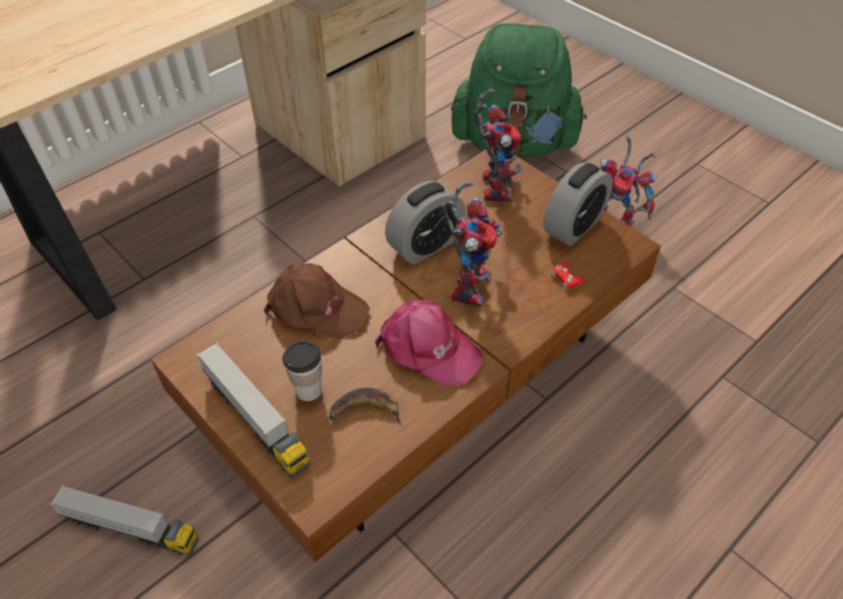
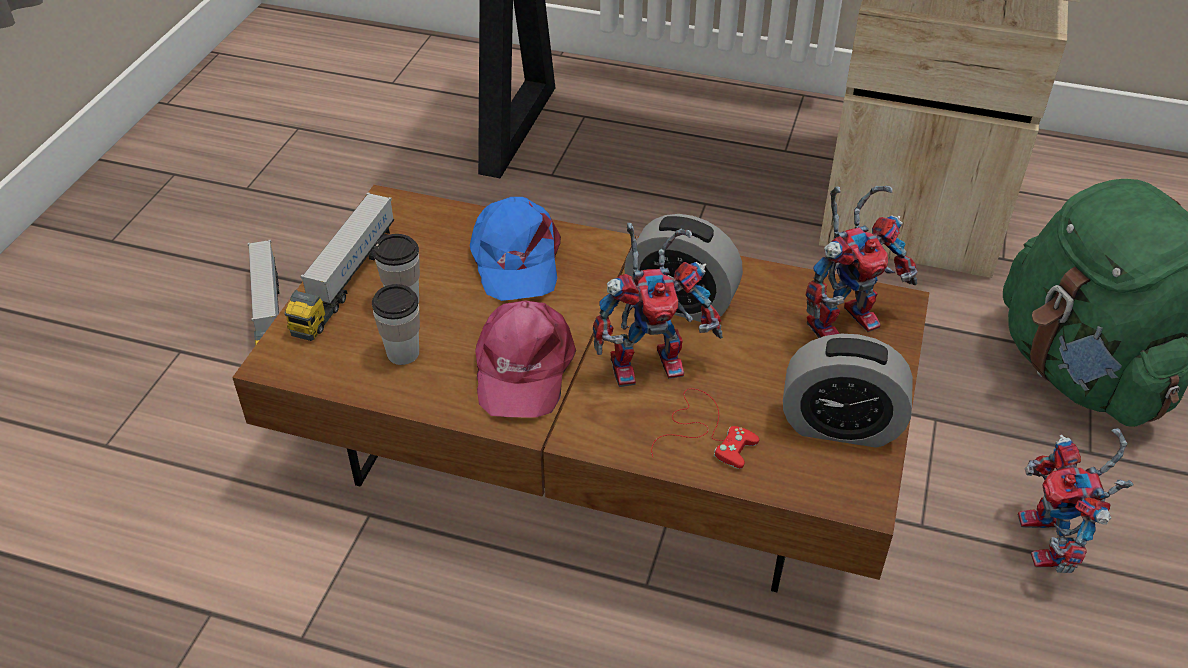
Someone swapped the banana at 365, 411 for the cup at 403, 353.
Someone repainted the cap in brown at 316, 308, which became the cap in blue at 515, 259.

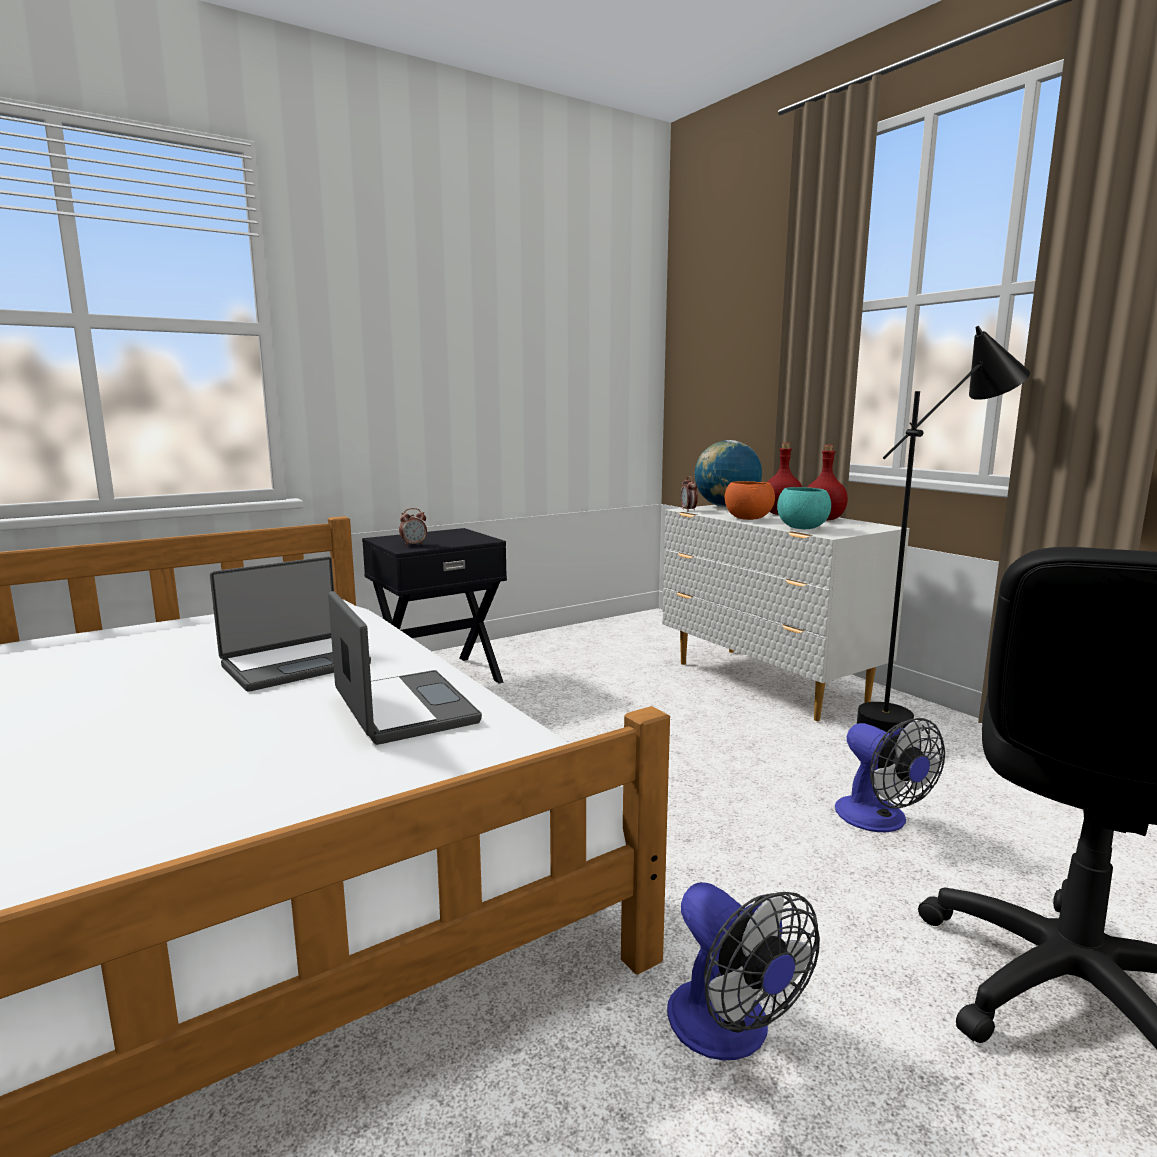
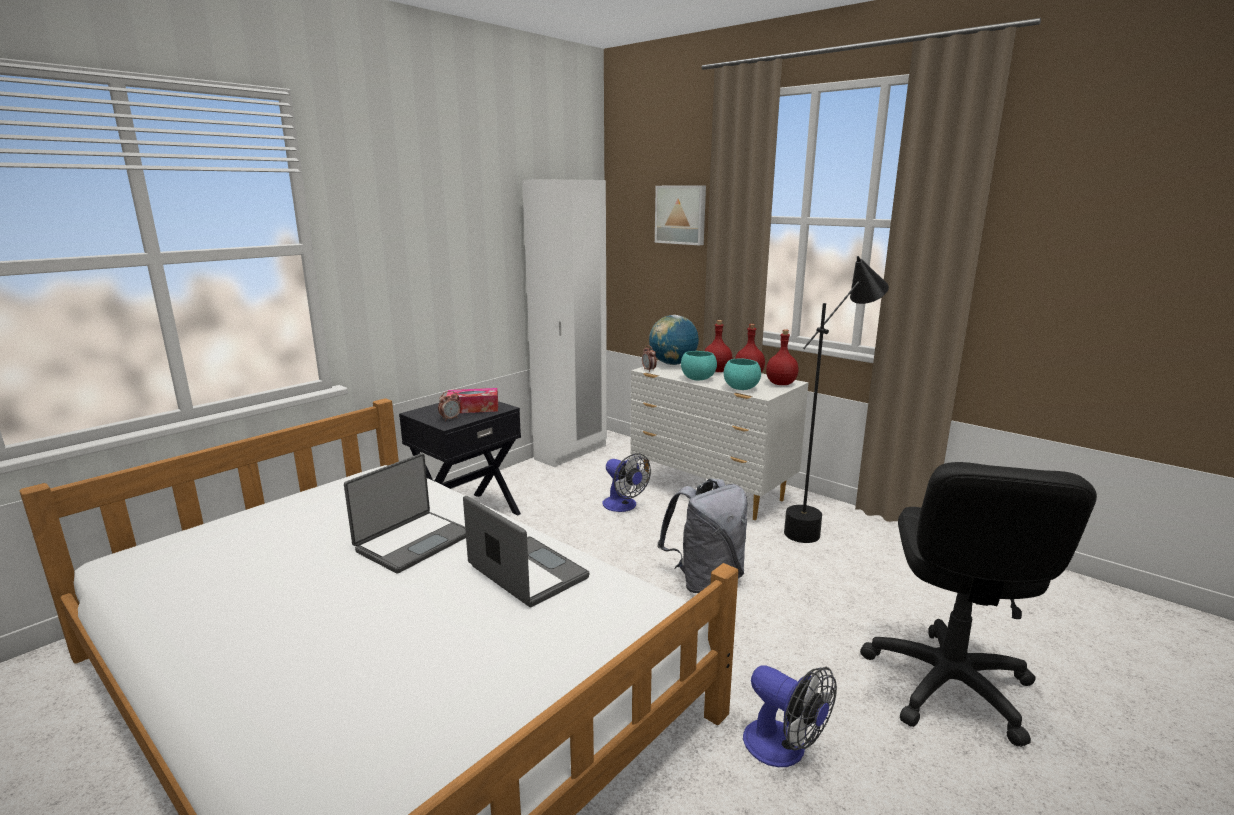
Someone put down the tissue box at 473, 408.
Someone put down the wardrobe in white at 571, 453.
Someone carried the fan from 880, 820 to 623, 506.
Someone put up the picture at 681, 214.
Someone put down the backpack in grey at 705, 579.
Someone repainted the bowl in orange at 748, 519, which became the bowl in turquoise at 697, 379.
Someone put down the bottle in red at 781, 384.

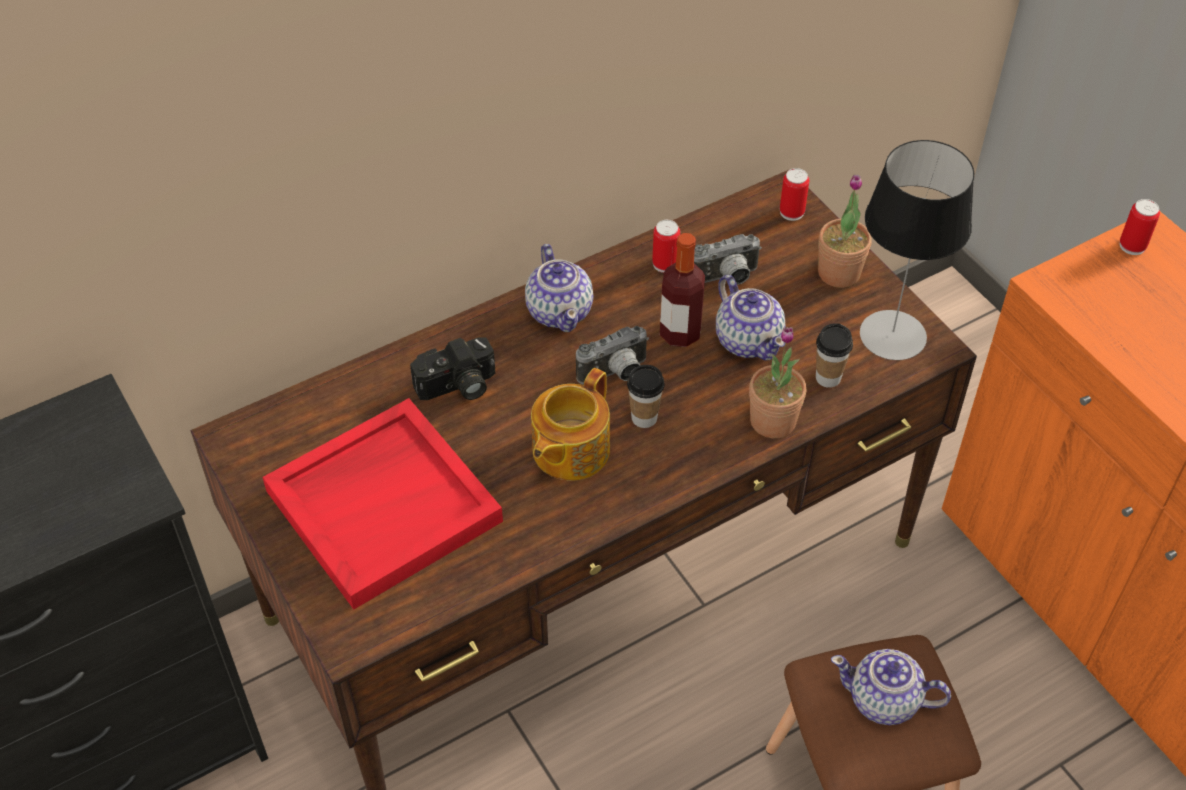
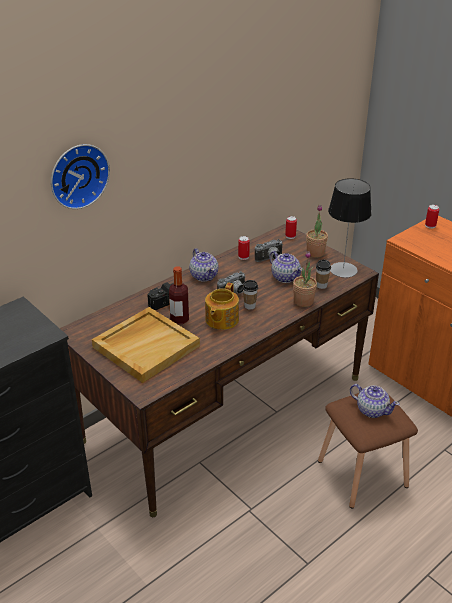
Someone put up the wall clock at 77, 175.
Someone repainted the tray in red at 384, 504, which became the tray in beige at 146, 346.
Someone carried the bottle from 680, 333 to 179, 319.
Someone rotated the teapot at 884, 701 by 150 degrees counterclockwise.

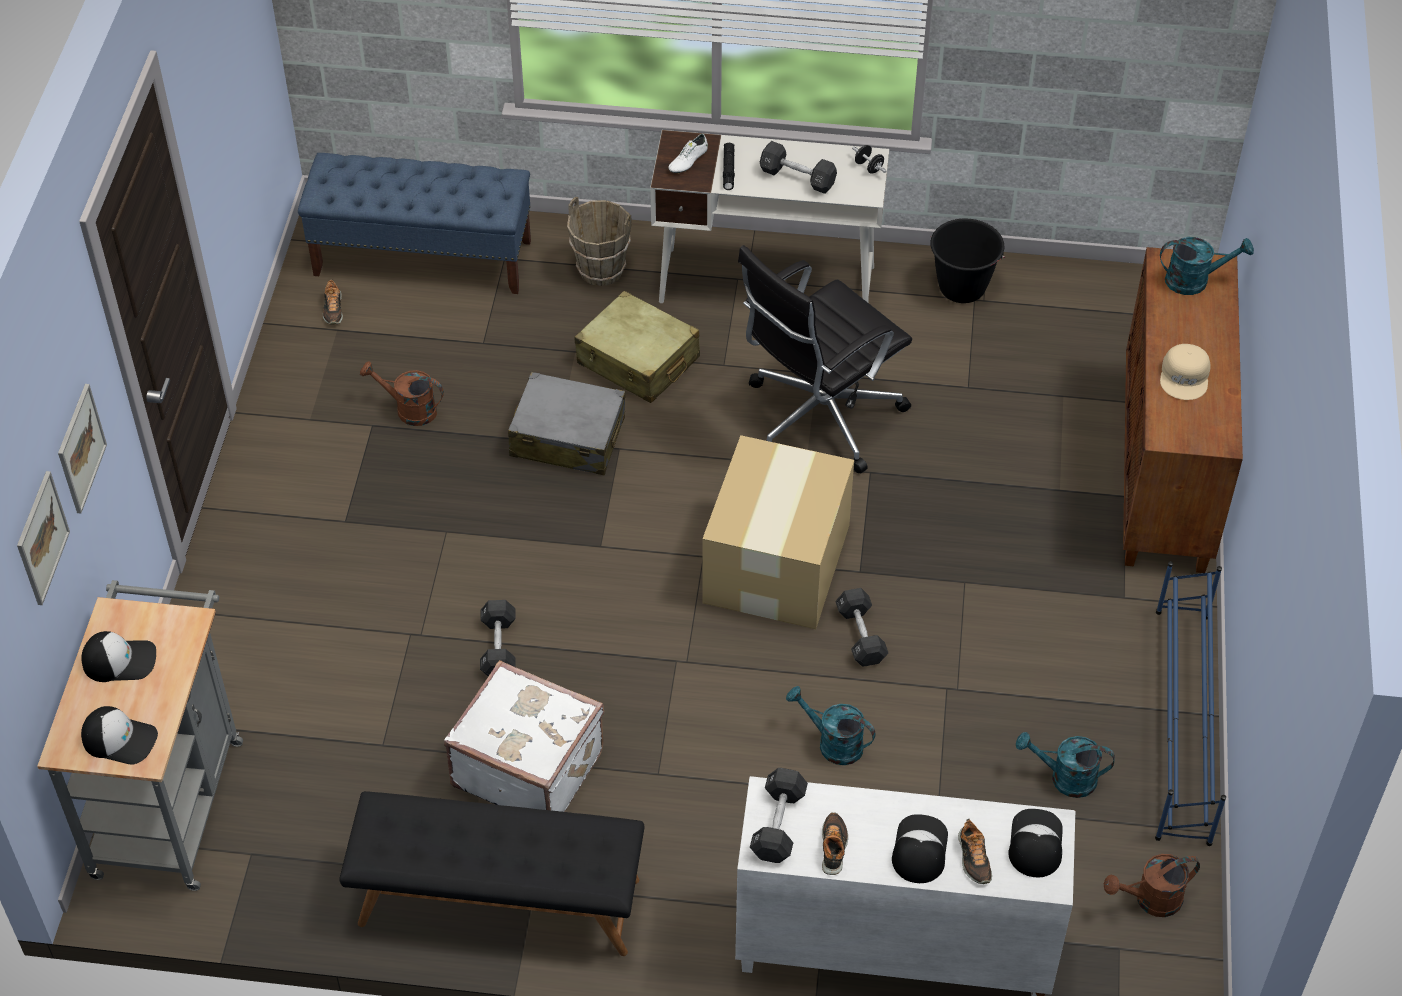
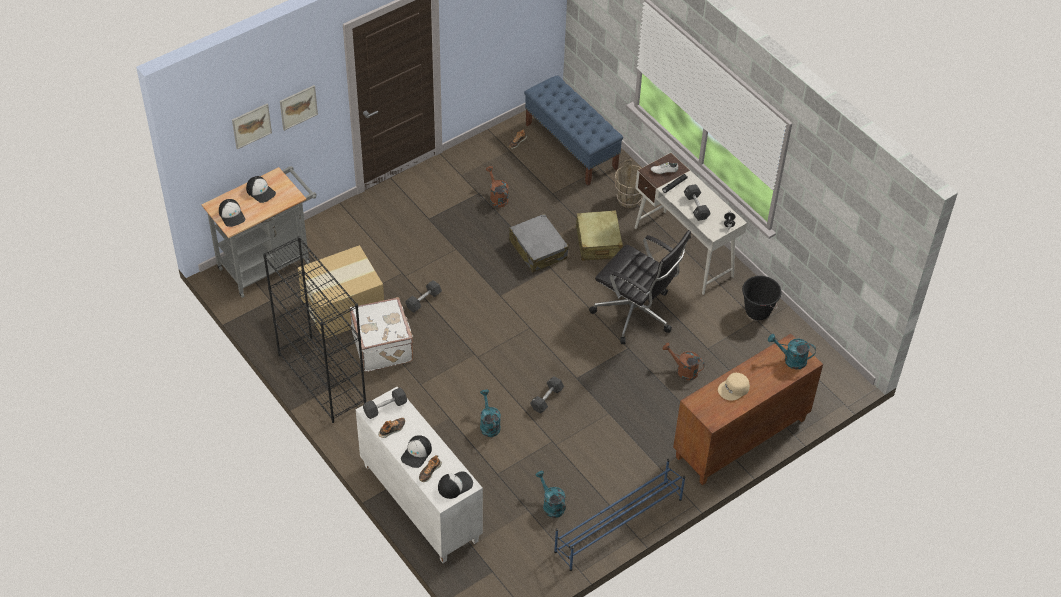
Someone swapped the bench in black at 498, 902 for the bookcase in black at 321, 379.
Someone carried the cardboard box from 778, 562 to 344, 308.
Someone rotated the cap at 919, 849 by 150 degrees clockwise.
Someone rotated the office chair in black at 818, 417 by 150 degrees counterclockwise.
Someone carried the watering can in brown from 1150, 900 to 683, 370.
Someone rotated the watering can in turquoise at 1195, 280 by 150 degrees clockwise.

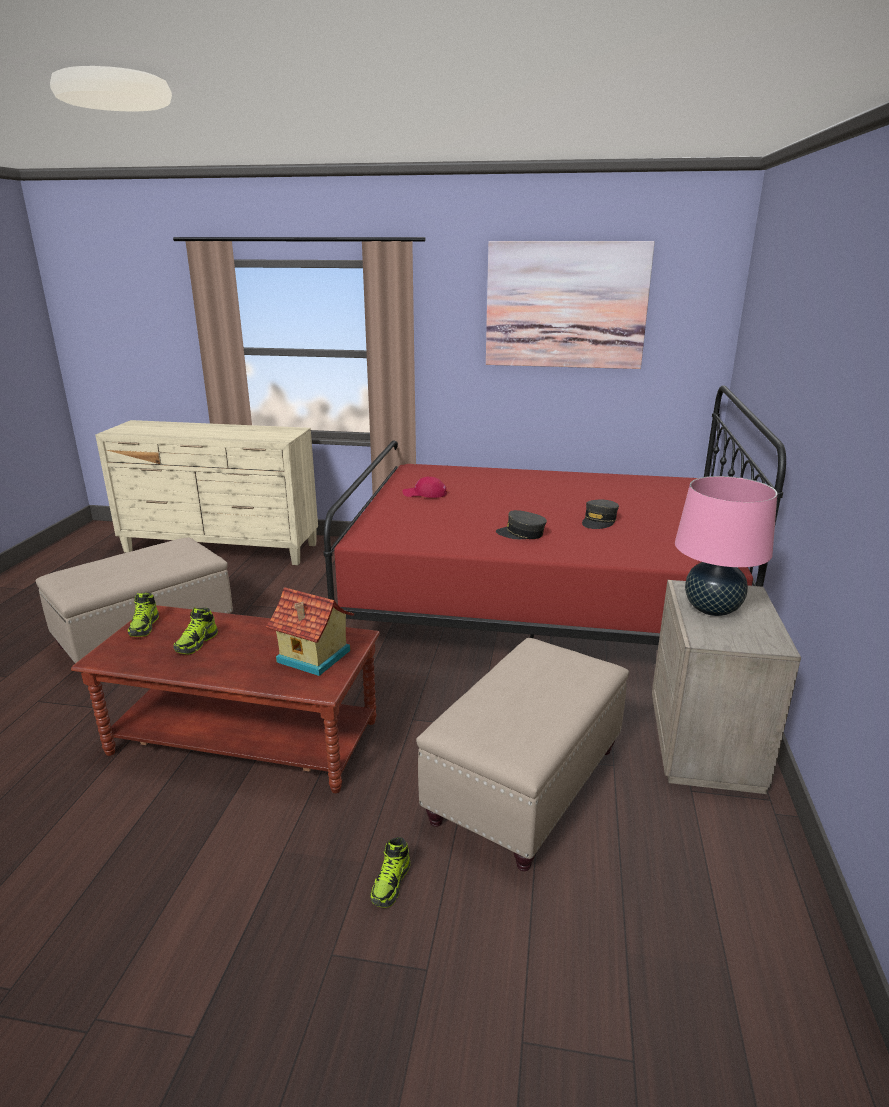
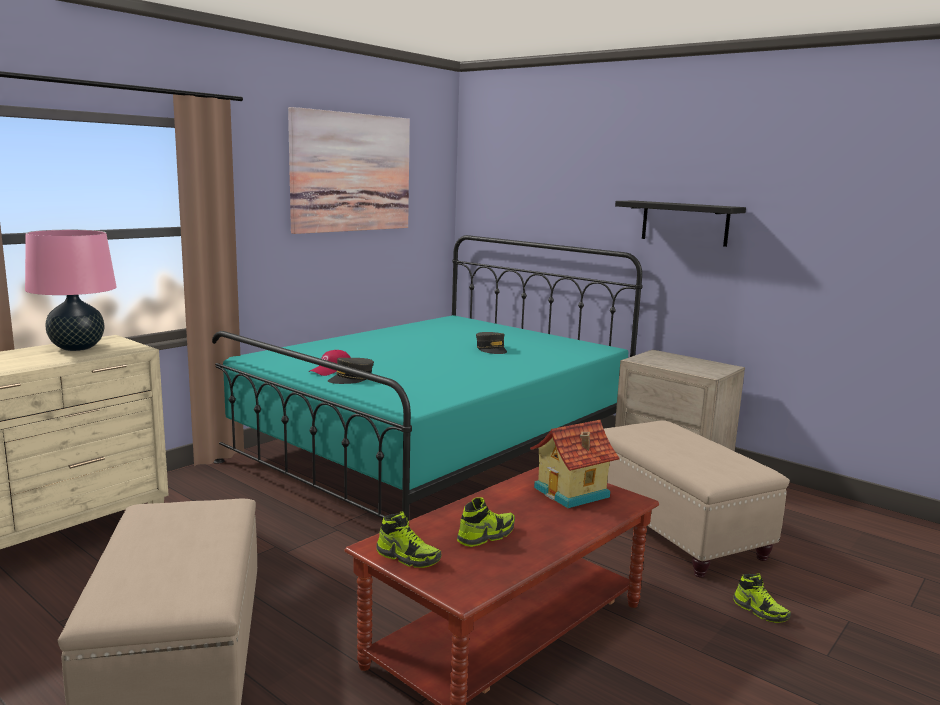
Someone carried the table lamp in pink from 712, 609 to 77, 348.
Someone repainted the bed in red at 535, 603, which became the bed in turquoise at 434, 450.
Someone carried the cap in grey from 521, 534 to 351, 379.
Someone rotated the shoe at 196, 643 by 90 degrees counterclockwise.
Someone put up the shelf in black at 684, 223.

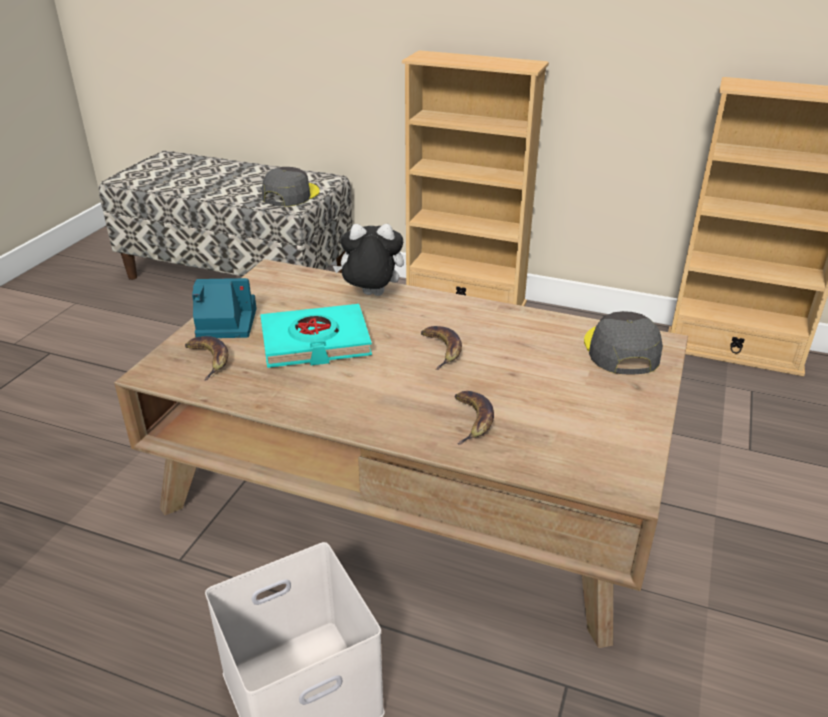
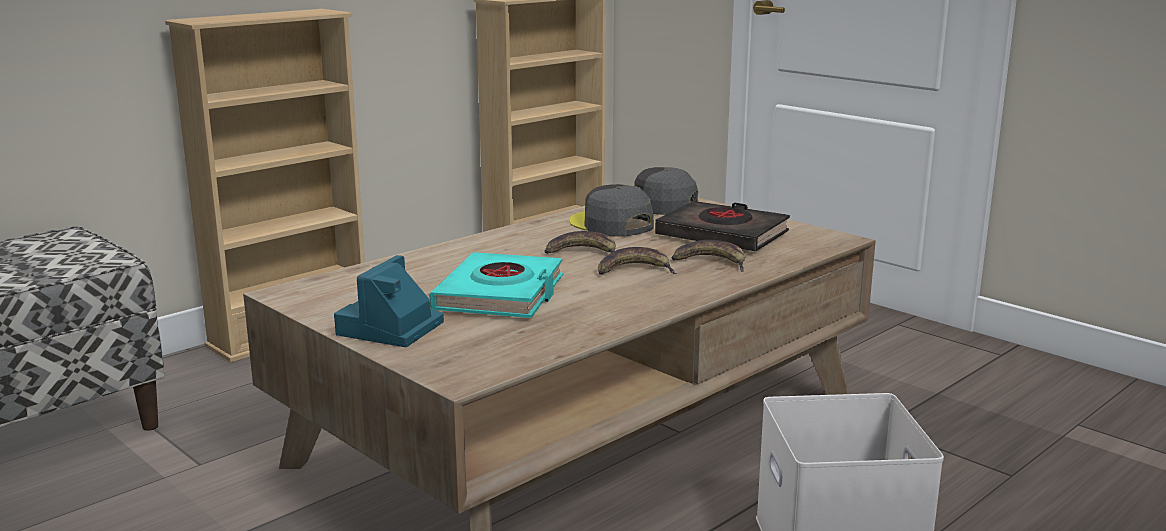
Someone carried the cap in grey from 290, 195 to 611, 224.
Someone carried the banana from 209, 359 to 634, 270.
Someone put down the book in black at 722, 235.
Someone took away the plush toy at 371, 296.

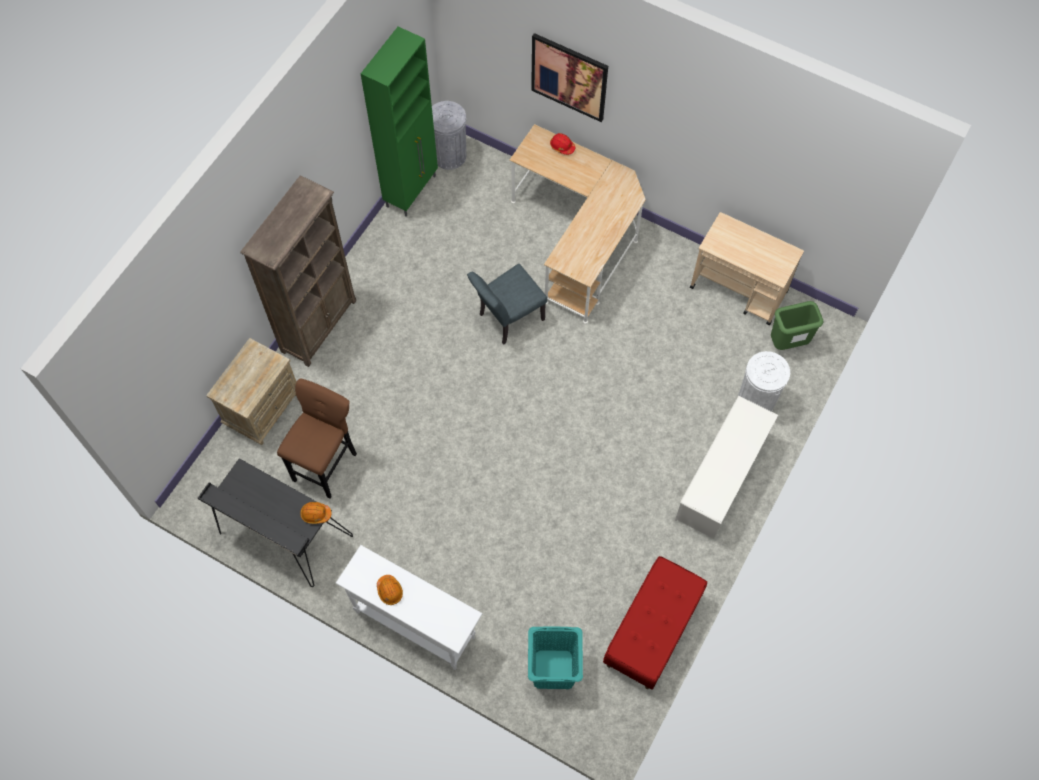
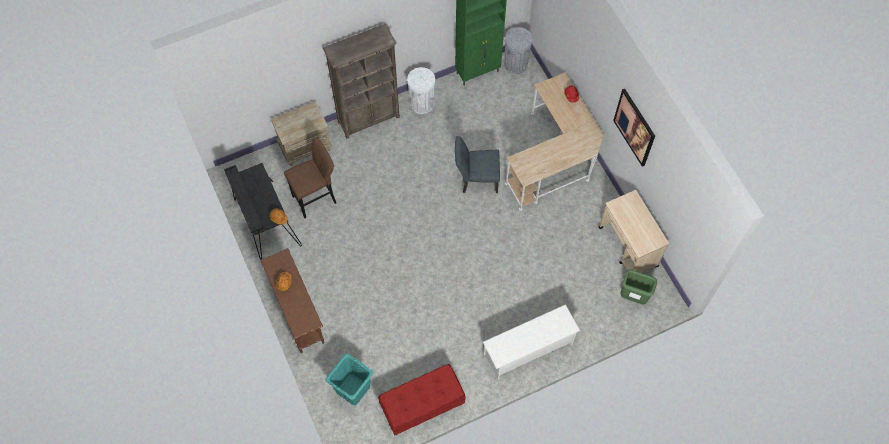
Someone repainted the console table in white at 415, 624, which became the console table in brown at 298, 314.
Someone carried the trash can in white from 756, 401 to 422, 103.
Someone carried the picture from 569, 77 to 634, 127.

